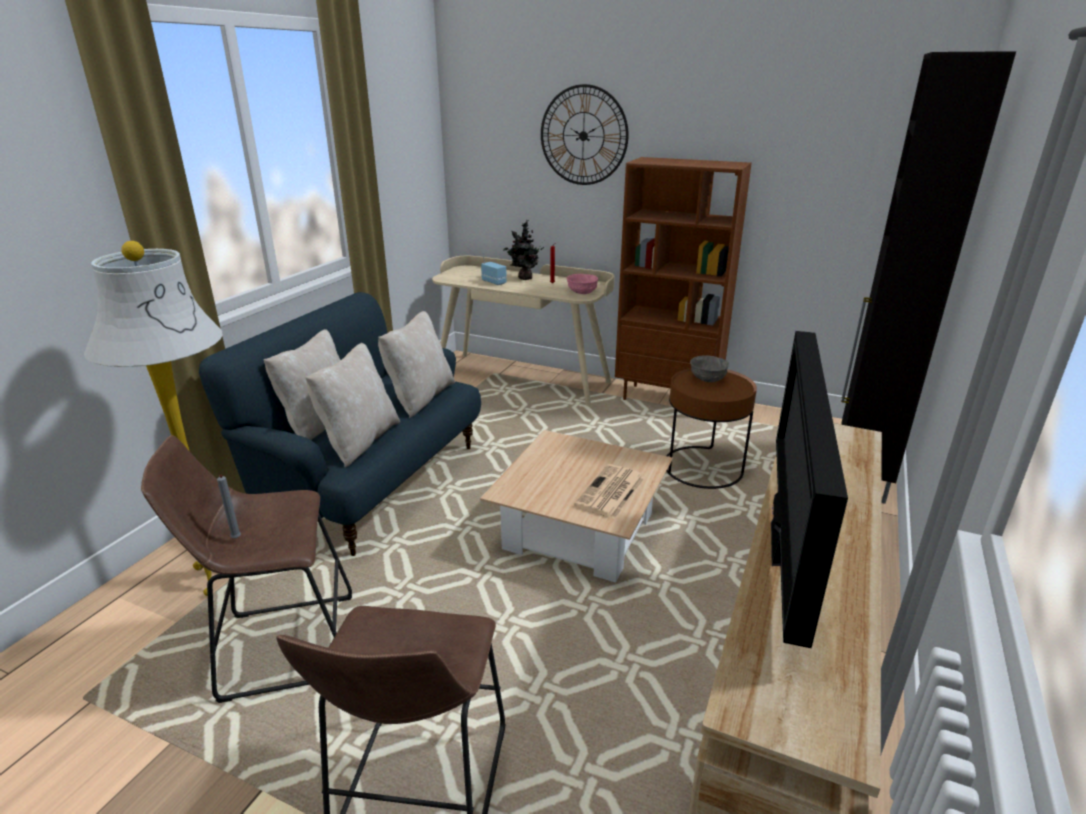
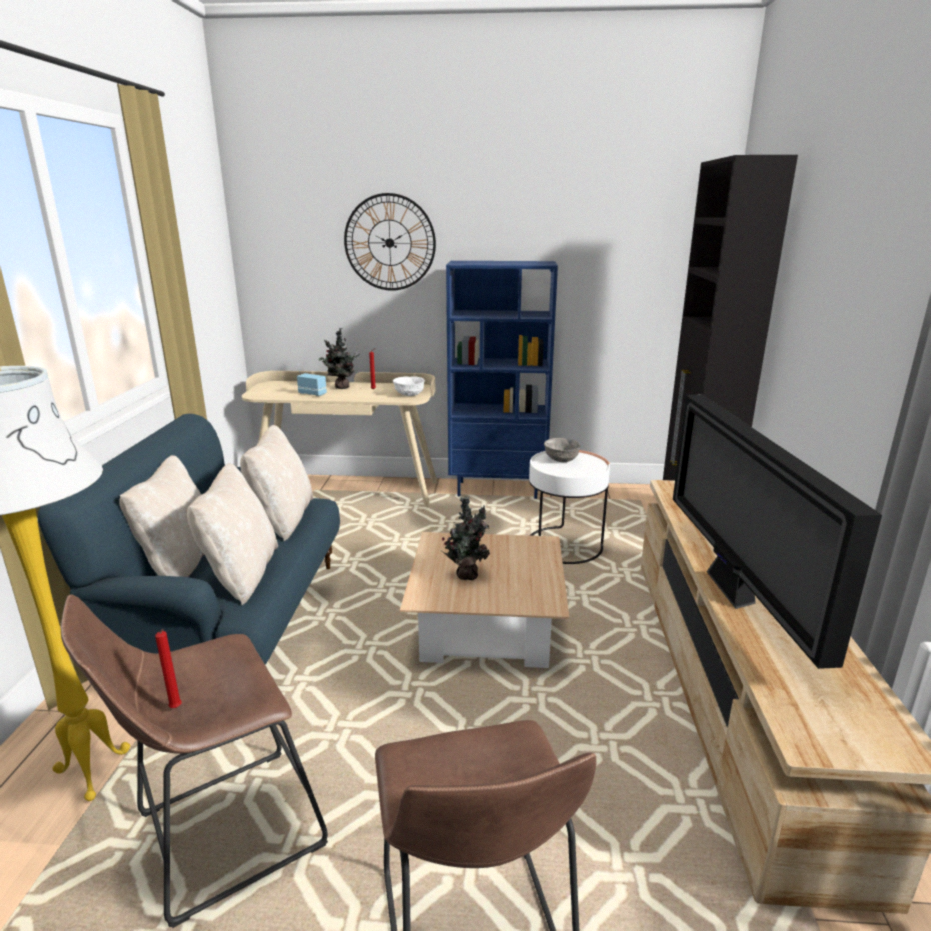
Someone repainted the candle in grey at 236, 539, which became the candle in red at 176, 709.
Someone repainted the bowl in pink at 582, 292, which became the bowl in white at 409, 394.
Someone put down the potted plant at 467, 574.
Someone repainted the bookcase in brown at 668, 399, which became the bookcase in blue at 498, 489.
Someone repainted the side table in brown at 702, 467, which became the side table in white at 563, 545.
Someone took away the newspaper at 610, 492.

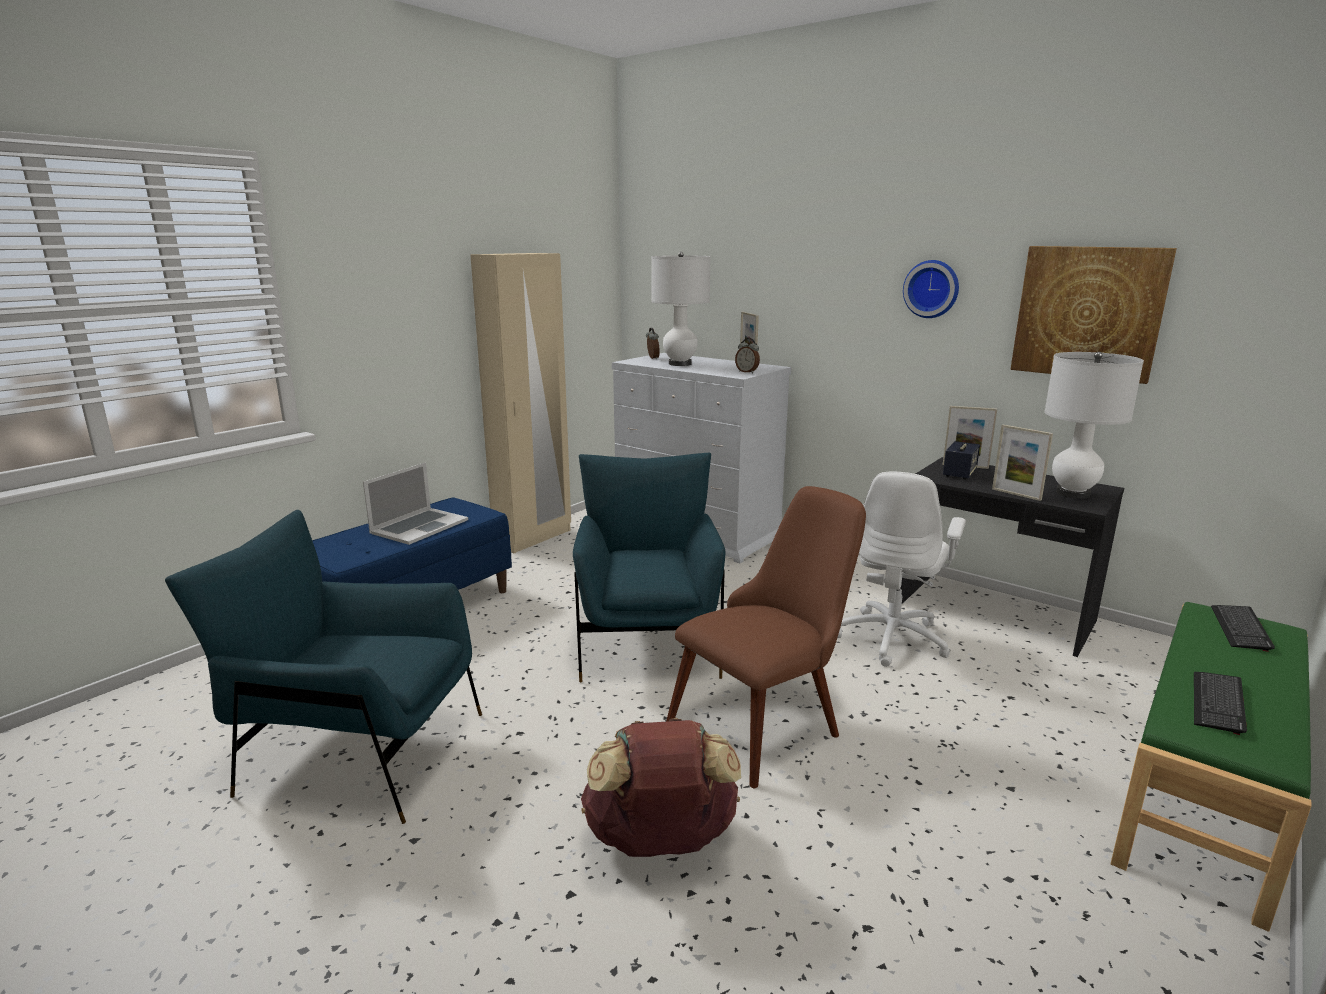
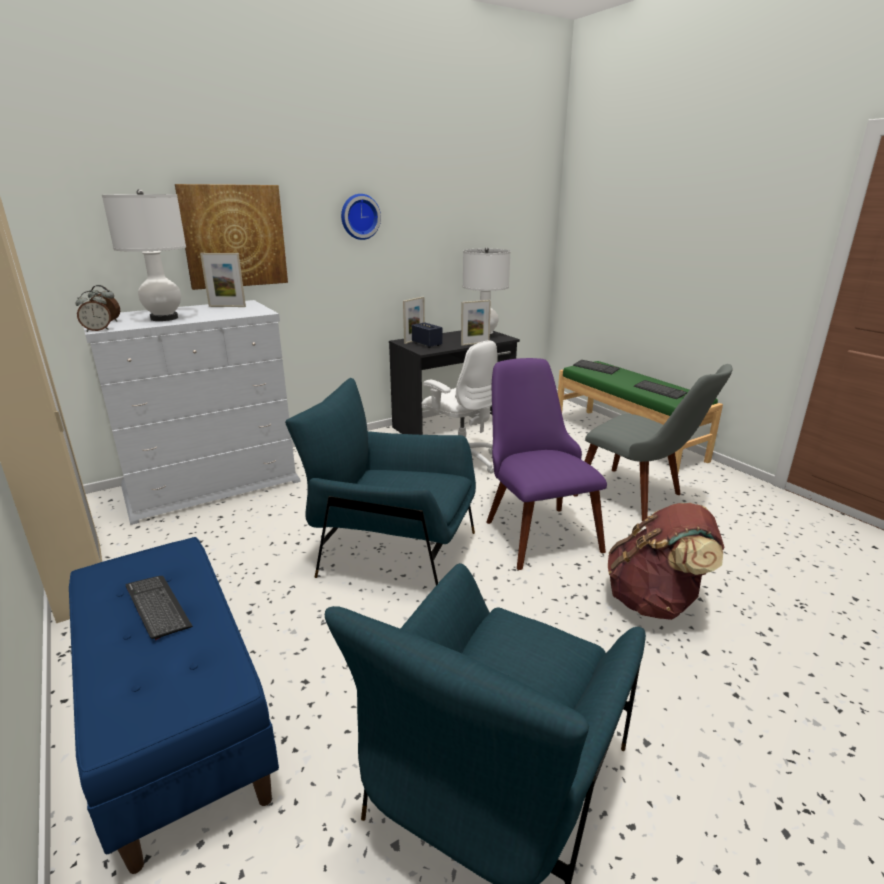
Someone carried the alarm clock from 747, 372 to 97, 330.
Someone swapped the laptop at 419, 526 for the keyboard at 158, 607.
Someone carried the picture from 1088, 312 to 234, 236.
Someone repainted the chair in brown at 767, 720, which became the chair in purple at 534, 528.
Someone put down the chair in grey at 640, 498.

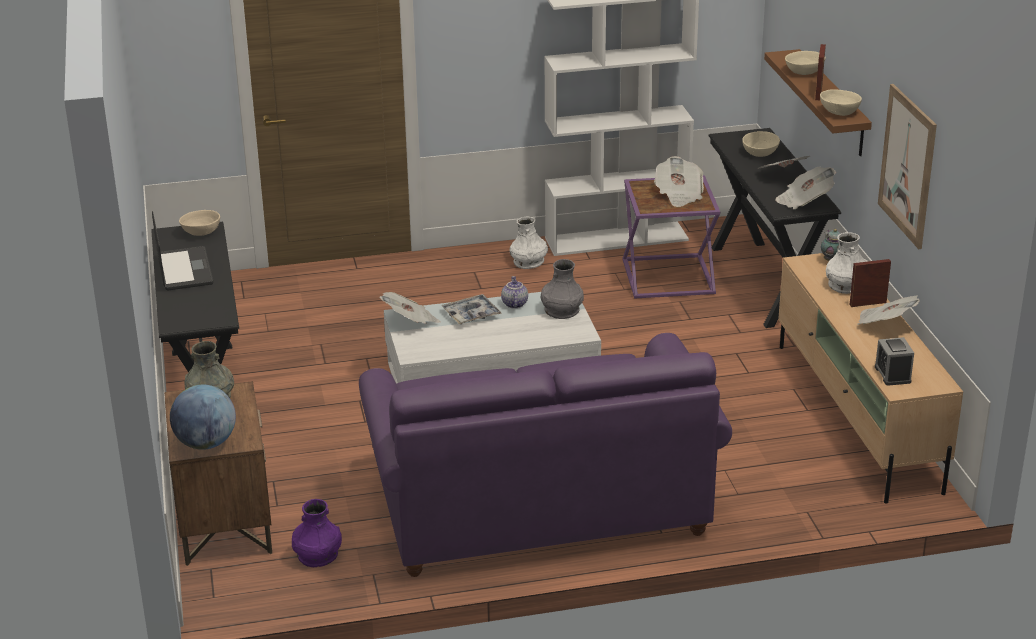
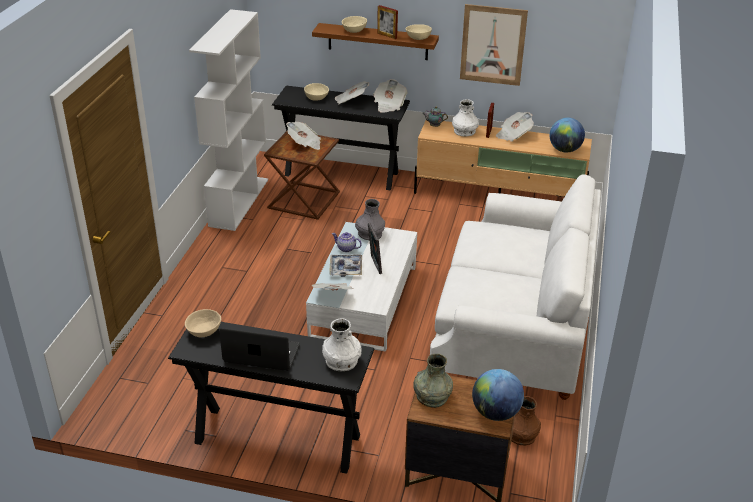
Someone repainted the side table in purple at 669, 276, which became the side table in brown at 303, 200.
Someone carried the vase in white from 528, 262 to 341, 360.
Someone put down the picture frame at 374, 265.
Someone repainted the sofa in purple at 536, 500, which became the sofa in white at 513, 325.
Someone repainted the vase in purple at 317, 554, which became the vase in brown at 521, 435.
Someone swapped the alarm clock at 892, 374 for the globe at 564, 150.

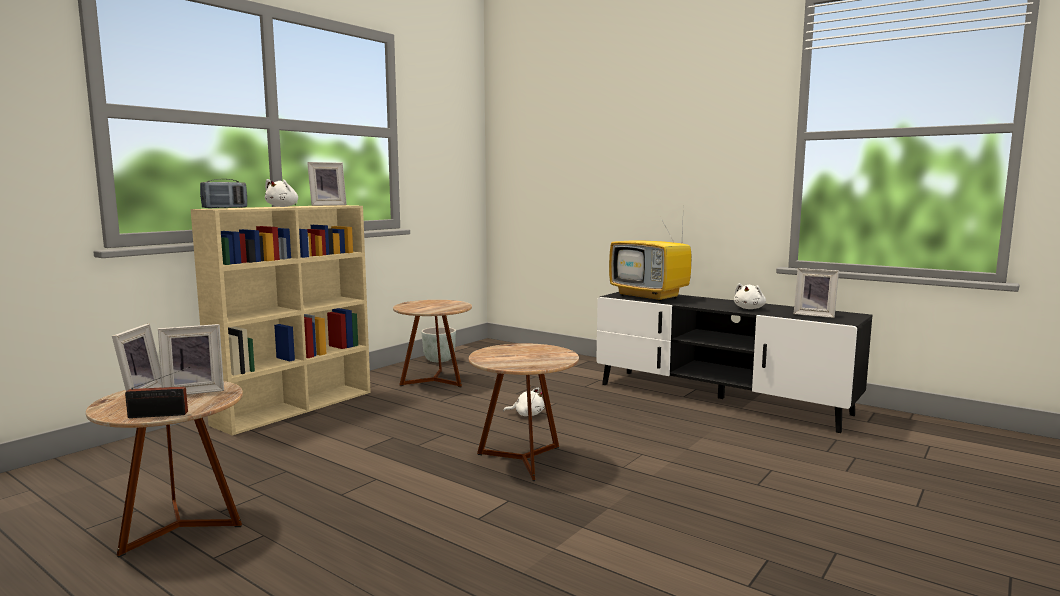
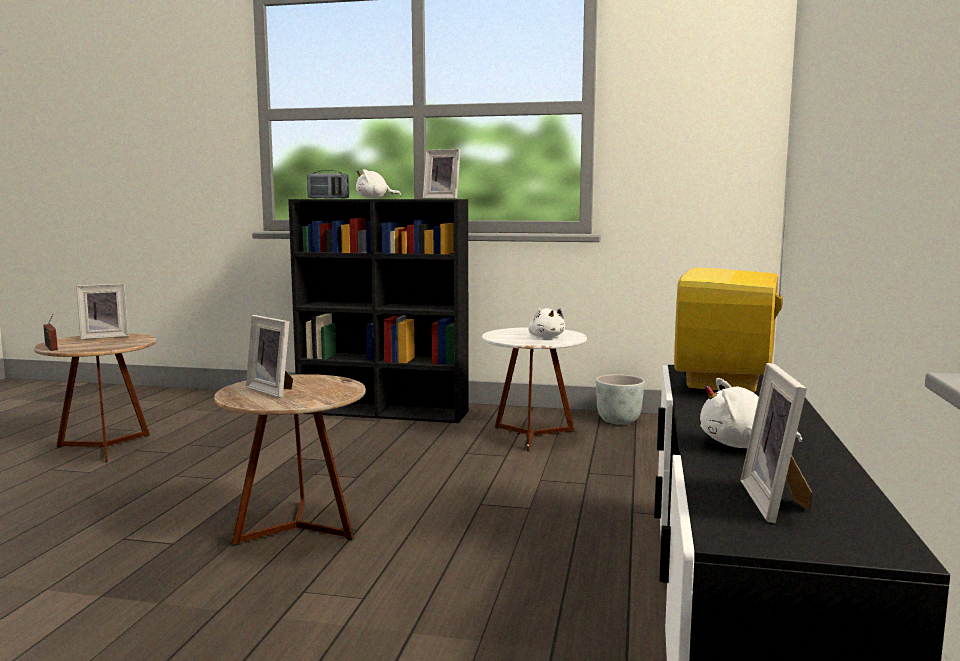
Someone carried the picture frame from 194, 391 to 273, 390.
Someone repainted the bookcase in beige at 296, 407, which became the bookcase in black at 385, 412.
Someone repainted the side table in brown at 434, 381, which became the side table in white at 533, 436.
Someone carried the plush toy in white from 527, 414 to 546, 337.

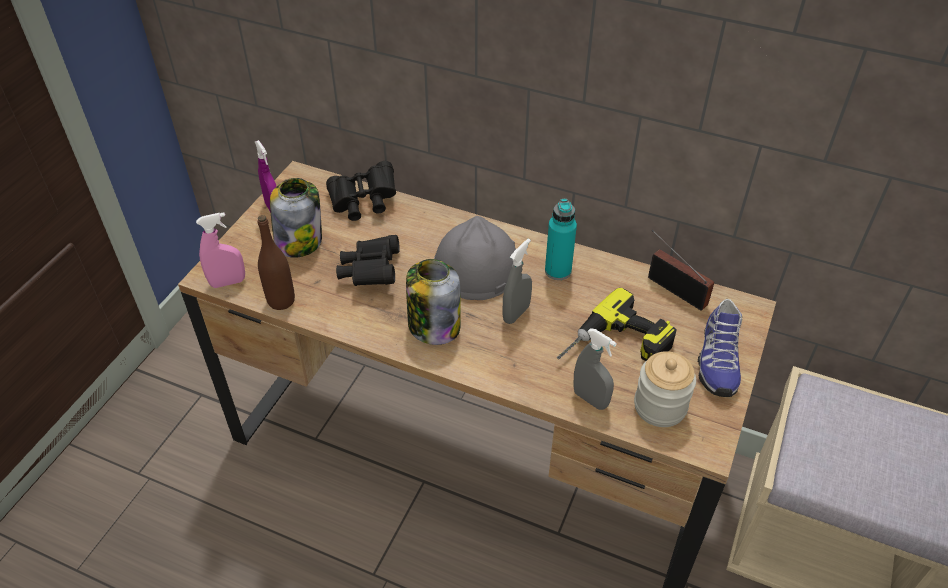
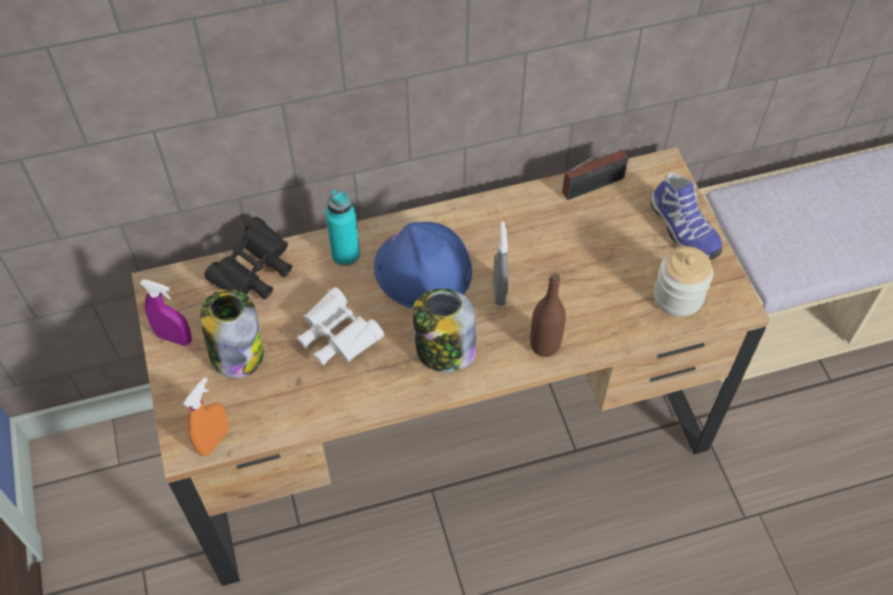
Someone repainted the spray bottle in pink at 228, 282, which became the spray bottle in orange at 214, 441.
Someone repainted the binoculars in black at 370, 272, which became the binoculars in white at 337, 338.
Someone carried the bottle in turquoise from 558, 271 to 345, 254.
Someone repainted the hard hat in grey at 476, 266, which became the hard hat in blue at 422, 269.
Someone carried the bottle in brown from 281, 301 to 545, 345.
Someone rotated the radio at 674, 289 by 150 degrees clockwise.
Someone took away the power drill at 616, 347.
Someone took away the spray bottle in grey at 590, 399.

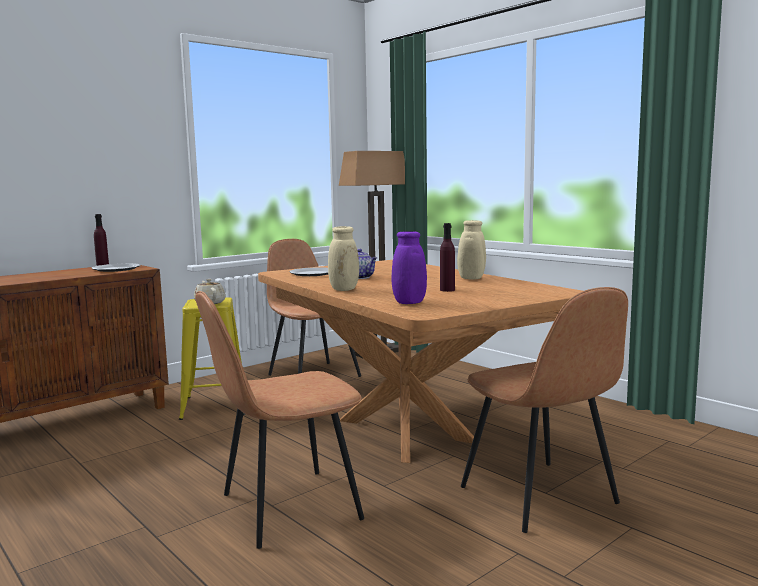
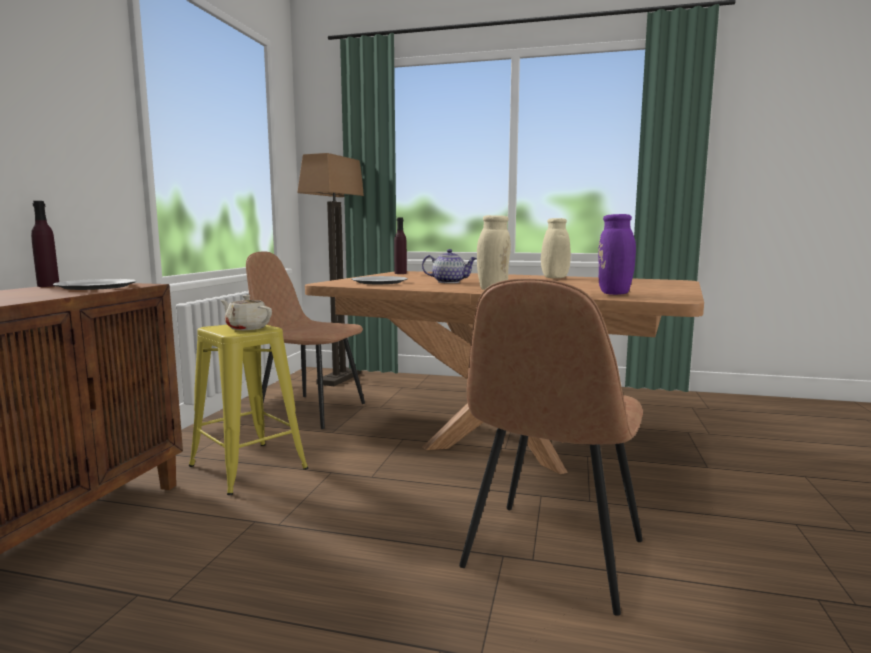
Someone carried the bottle in purple from 447, 290 to 400, 273.
Someone took away the chair in brown at 540, 497.

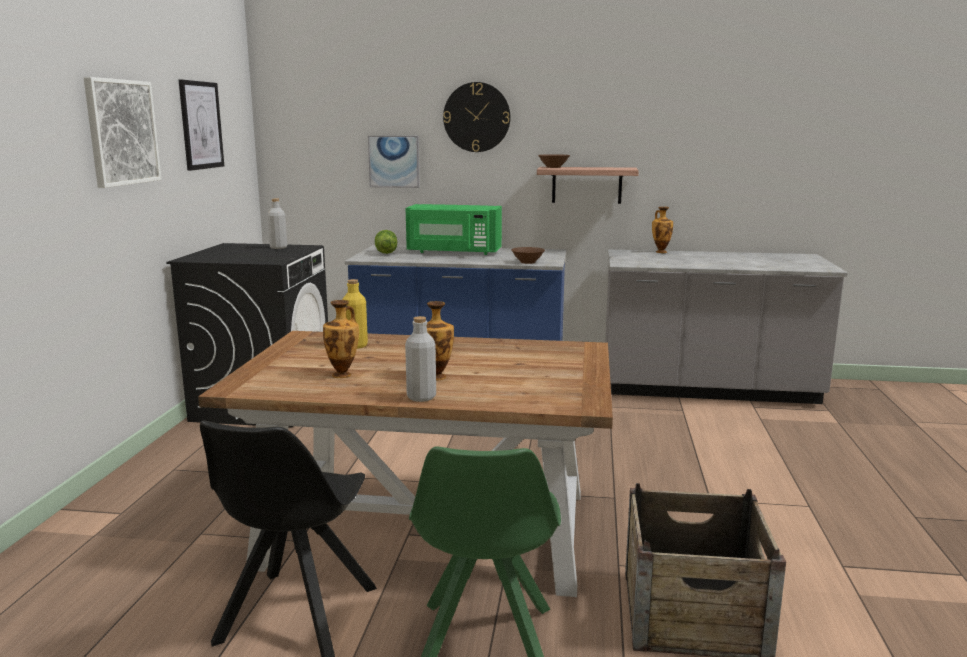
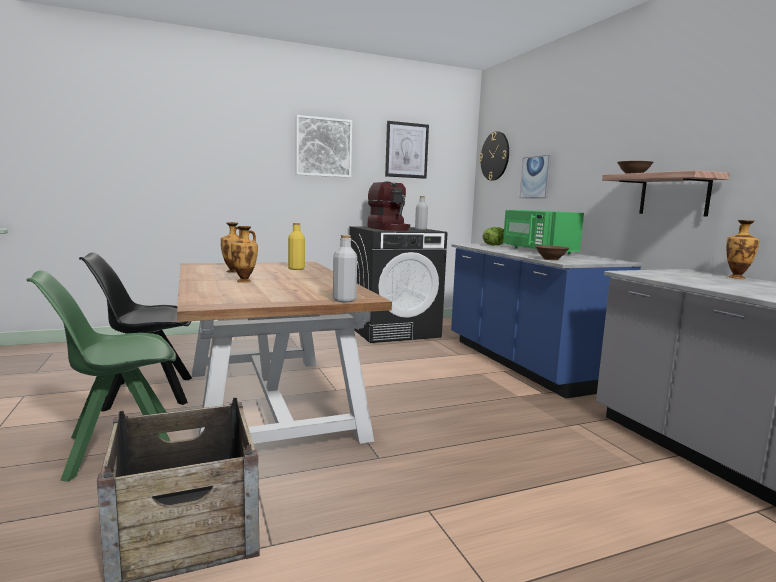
Someone carried the bottle in grey from 421, 397 to 344, 300.
Someone put down the coffee machine at 389, 229.
Someone carried the wall clock from 476, 117 to 495, 156.

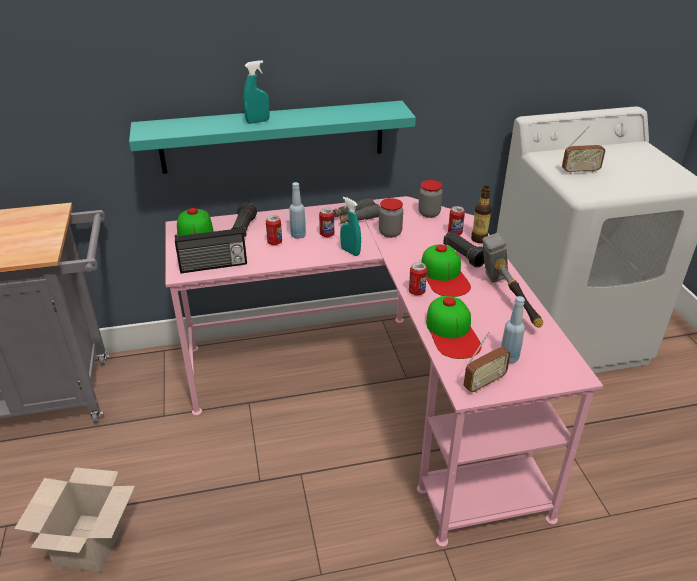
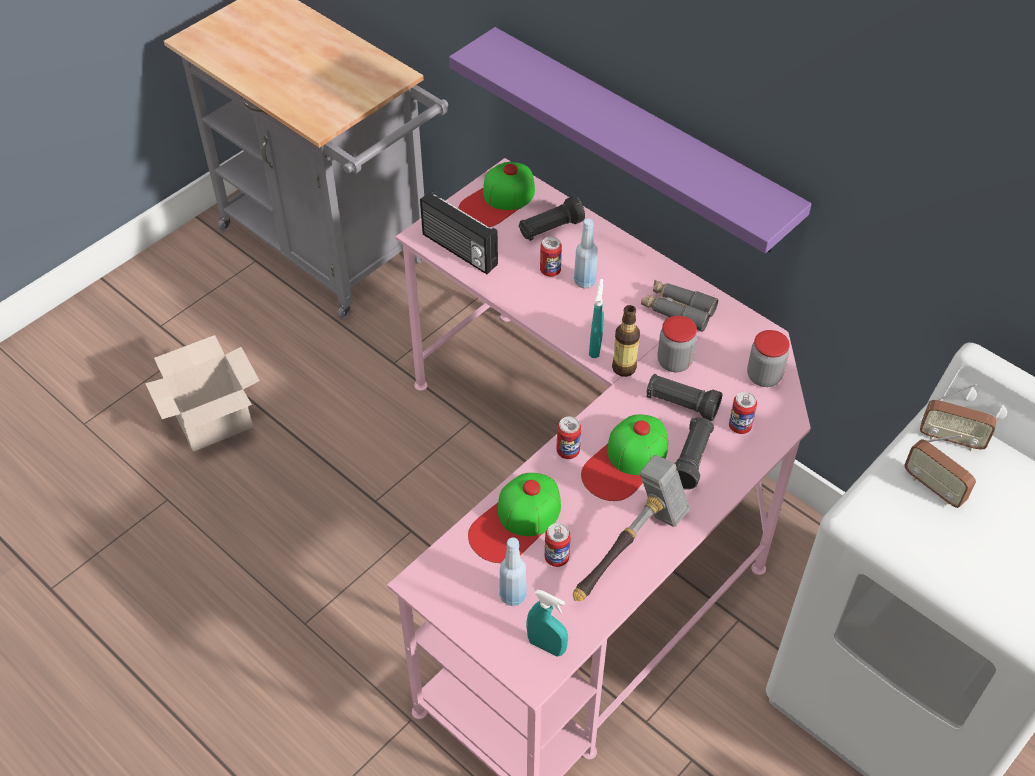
Someone repainted the shelf in turquoise at 273, 137, which became the shelf in purple at 639, 141.
Someone carried the spray bottle in turquoise from 258, 121 to 546, 646.
Someone carried the can from 327, 234 to 556, 557.
Someone carried the bottle from 479, 239 to 624, 368.
Someone put down the flashlight in black at 681, 404.
Someone carried the radio from 484, 383 to 951, 439.

